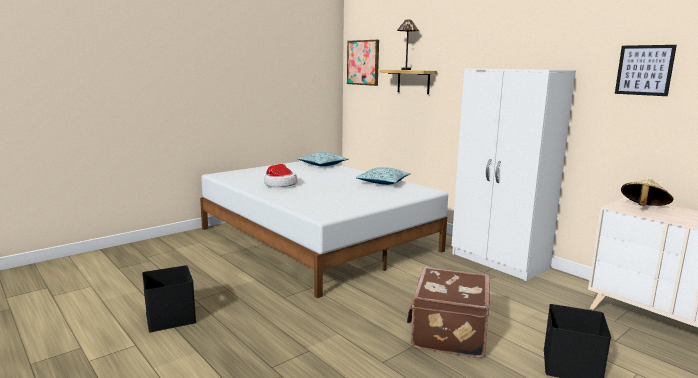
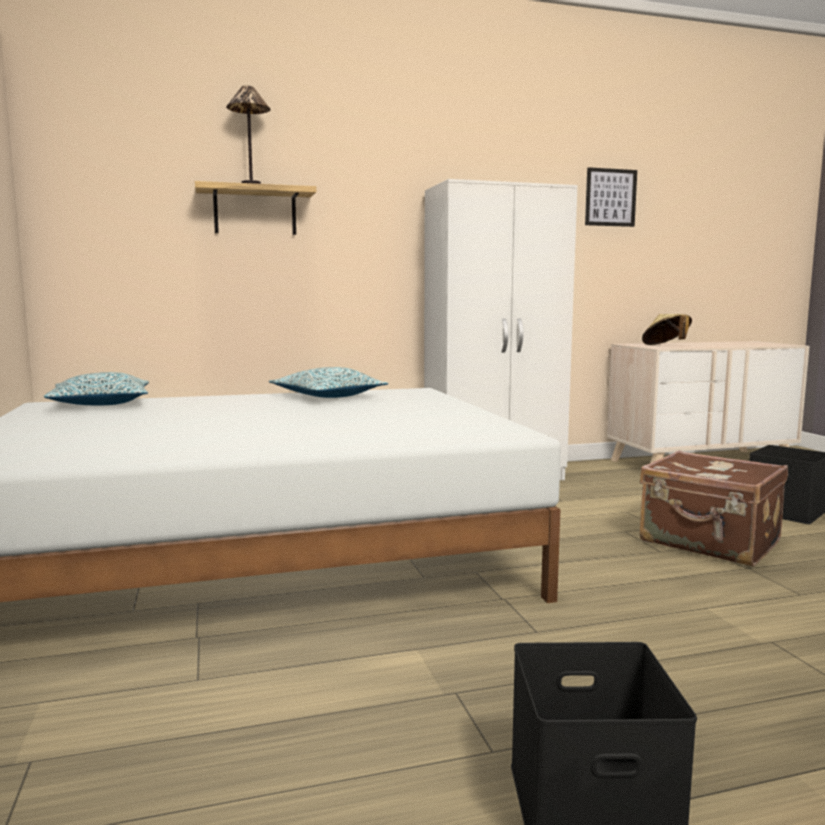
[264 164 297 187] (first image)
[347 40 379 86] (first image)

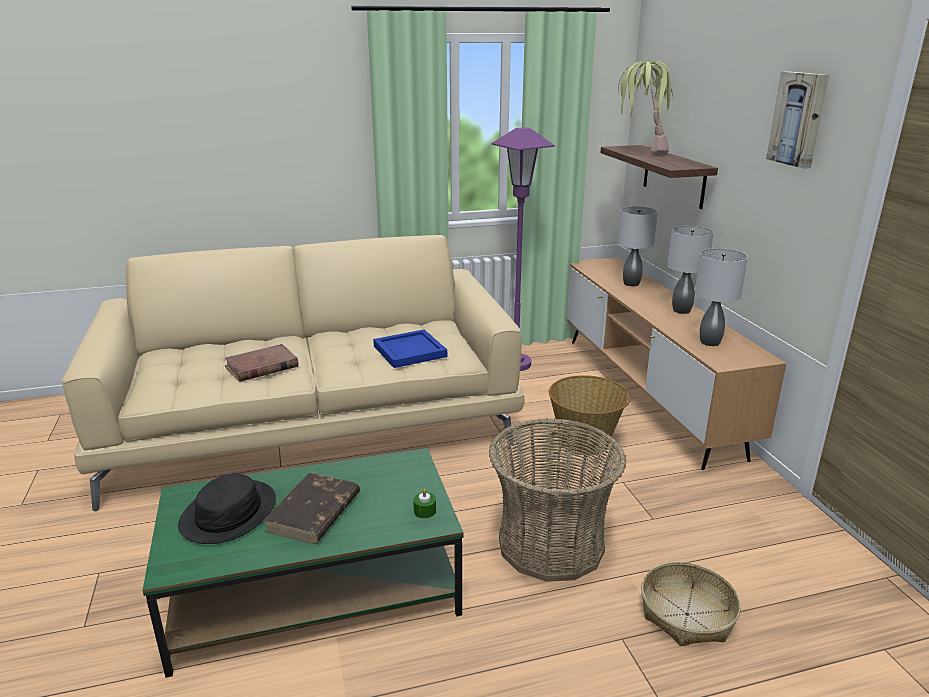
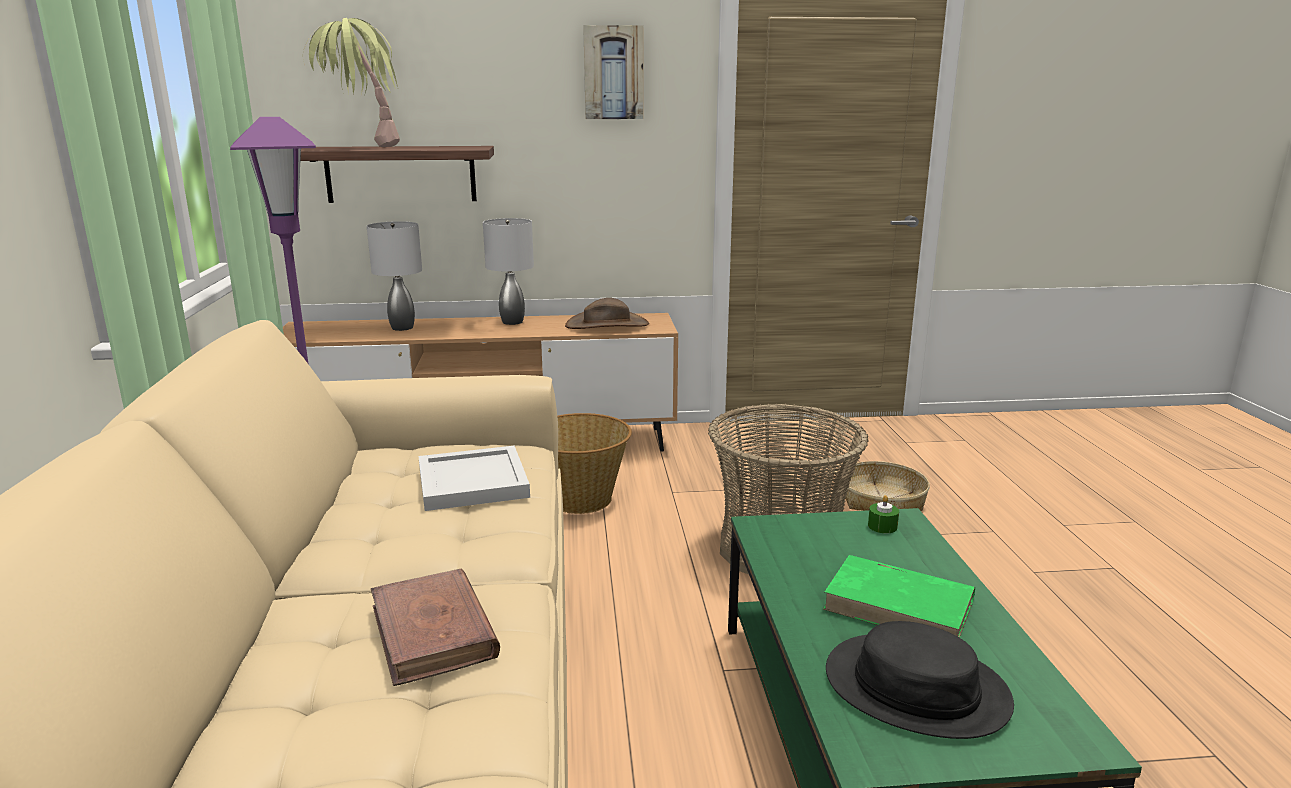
[565 298 649 329]
[823 555 975 638]
[418 446 530 511]

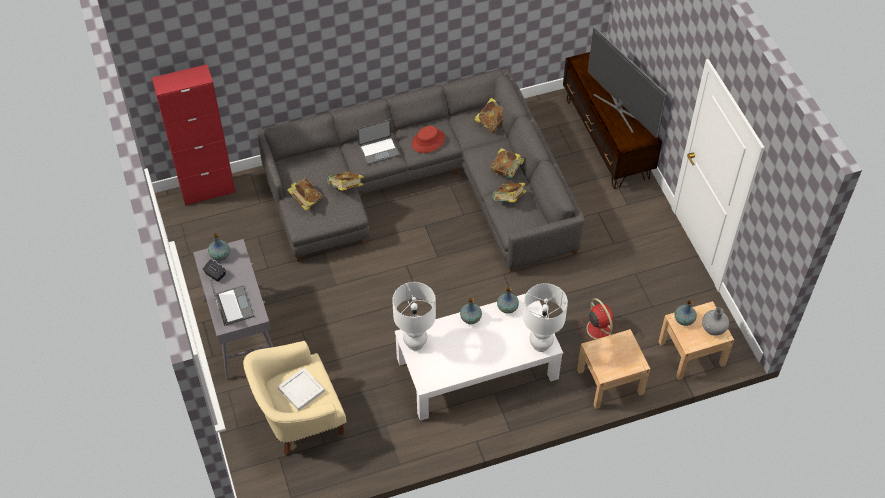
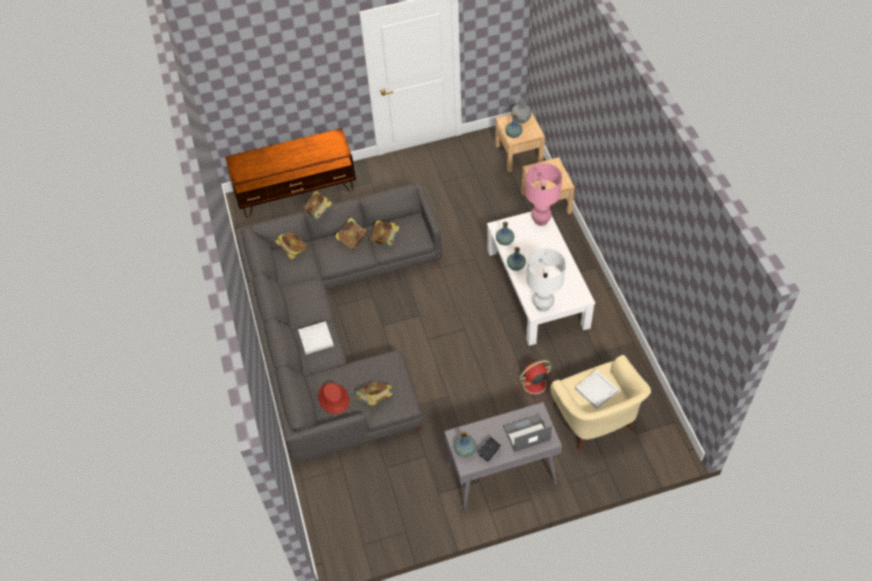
[152 64 236 206] (first image)
[588 27 667 138] (first image)
[303 191 332 219]
[318 383 350 414]
[517 360 553 400]
[298 321 334 355]
[525 163 562 226]

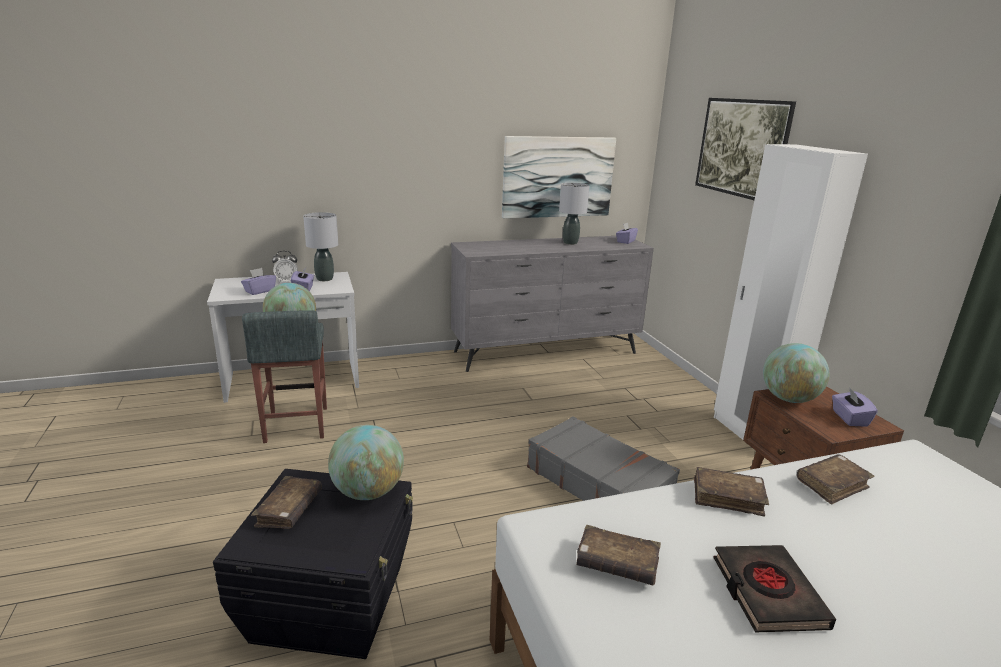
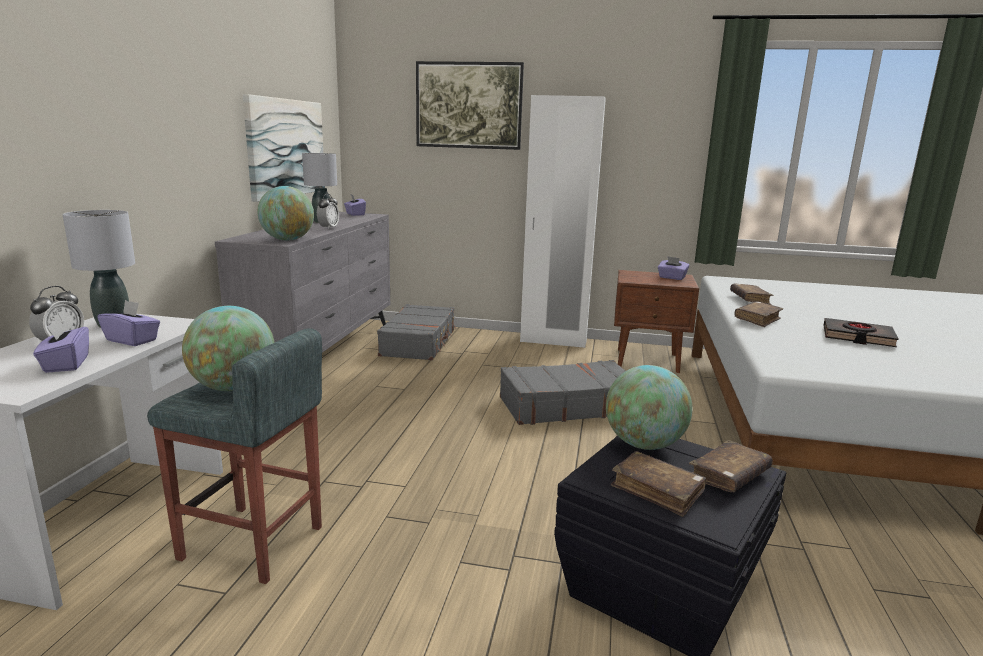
[317 193 339 229]
[377 304 457 360]
[689 440 773 492]
[258 186 314 241]

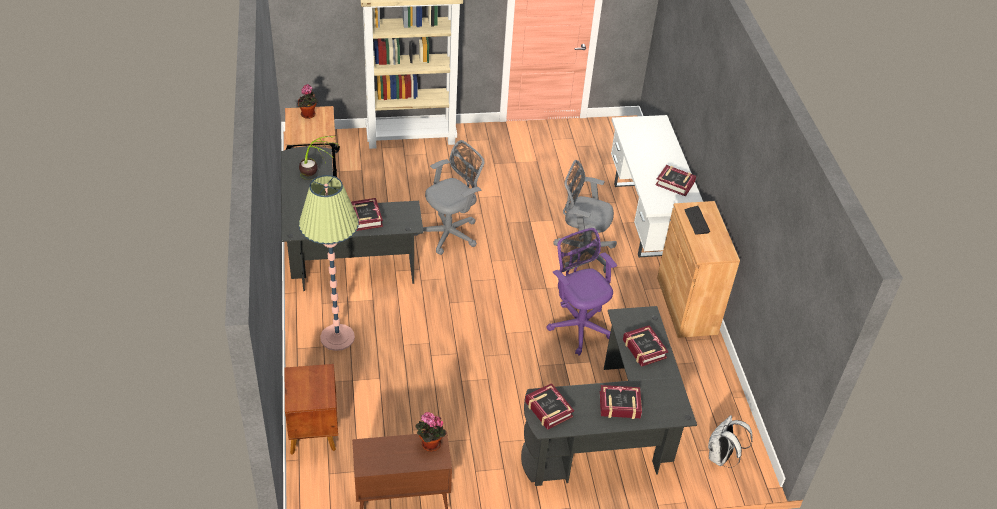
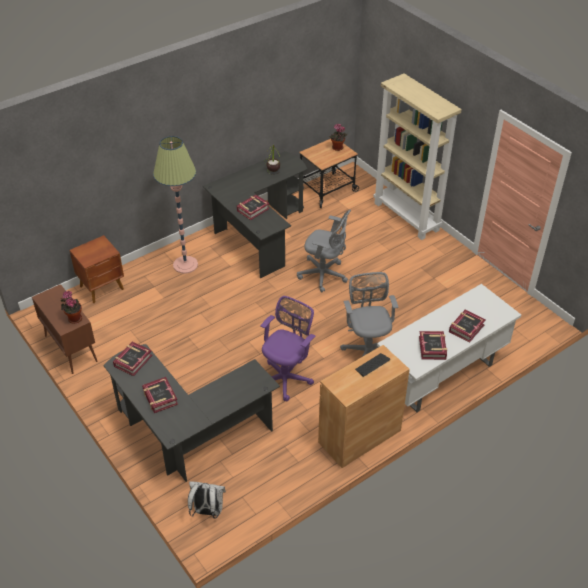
[449 310 485 343]

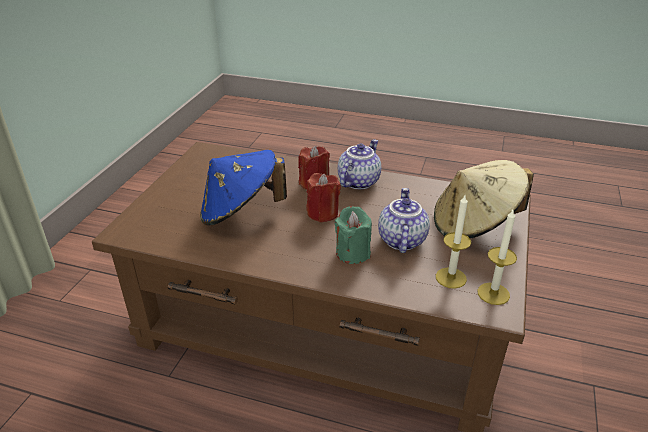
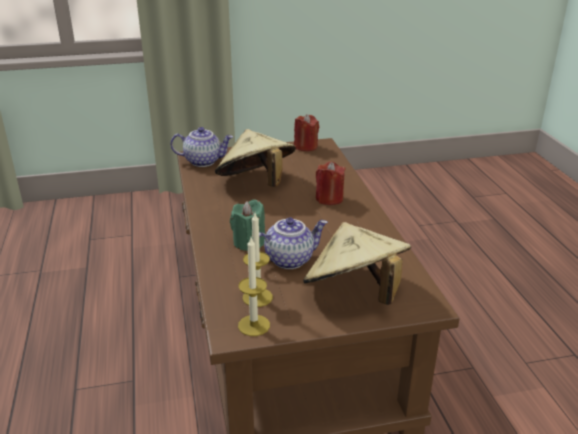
[294 114 319 151]
[170 127 233 167]
[215 129 296 187]

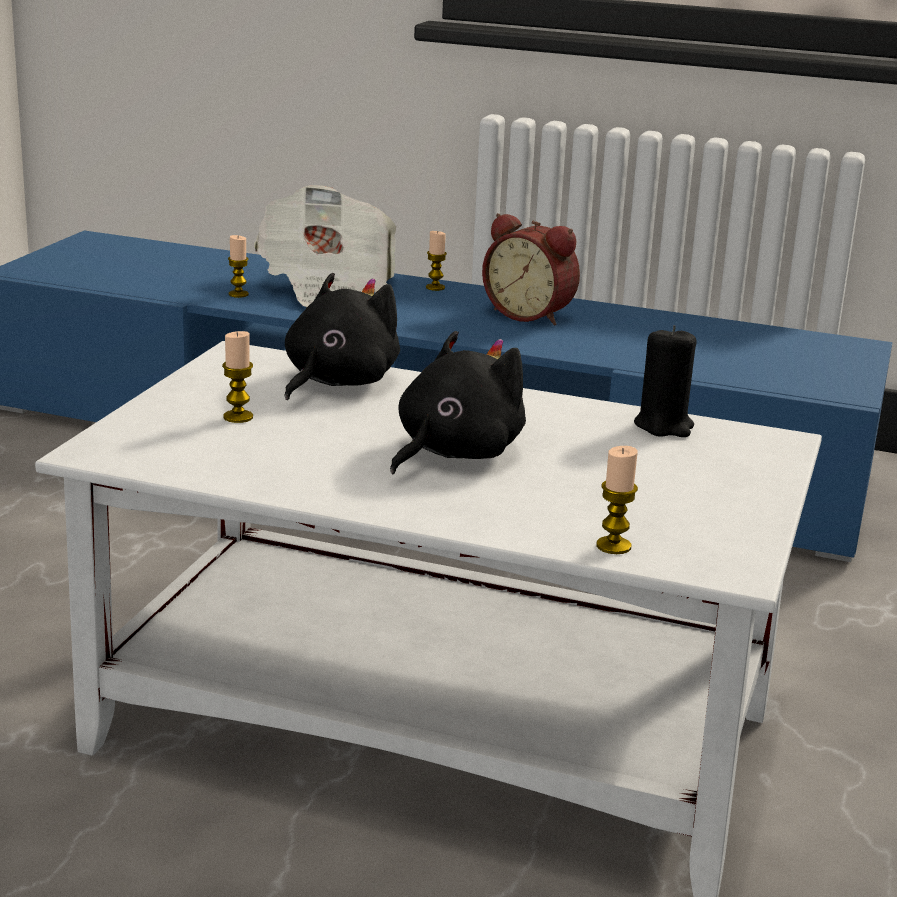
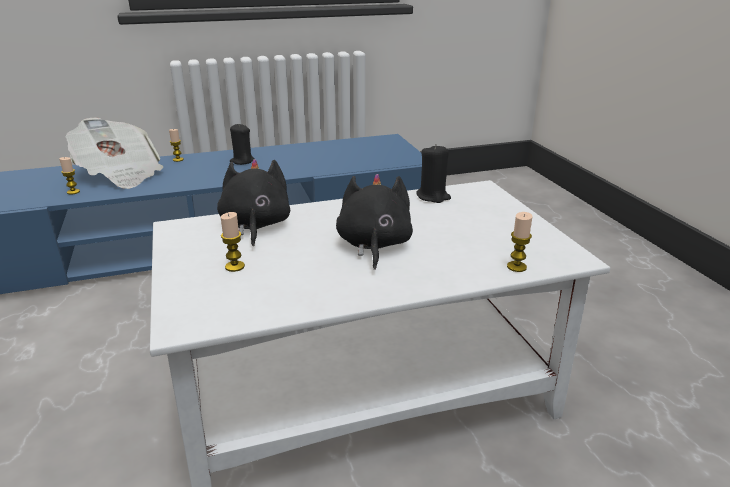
[230 124 255 165]

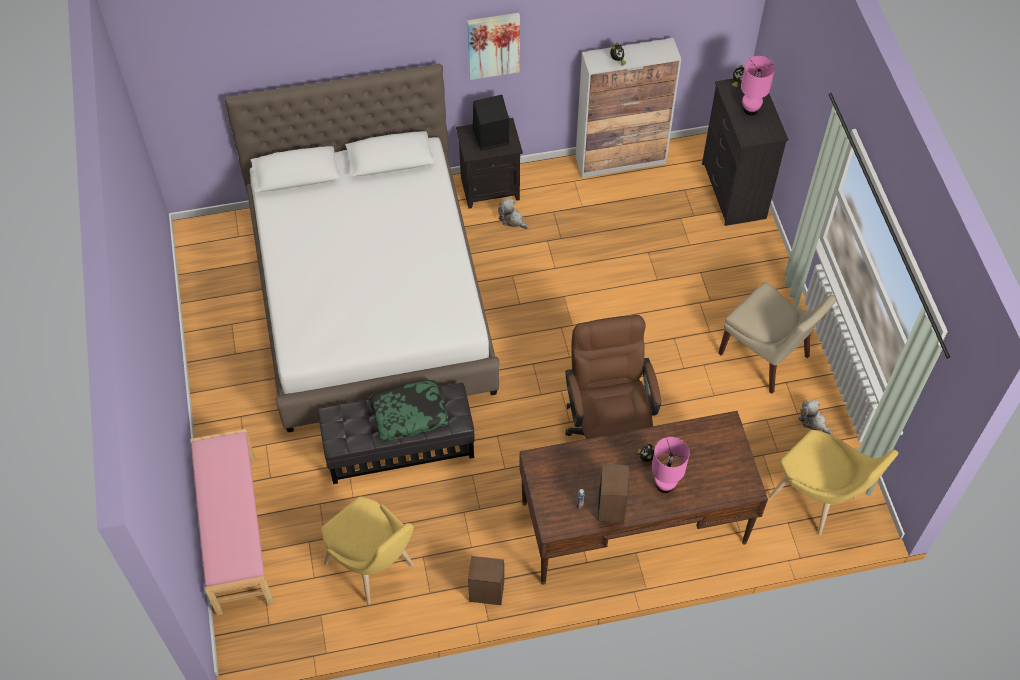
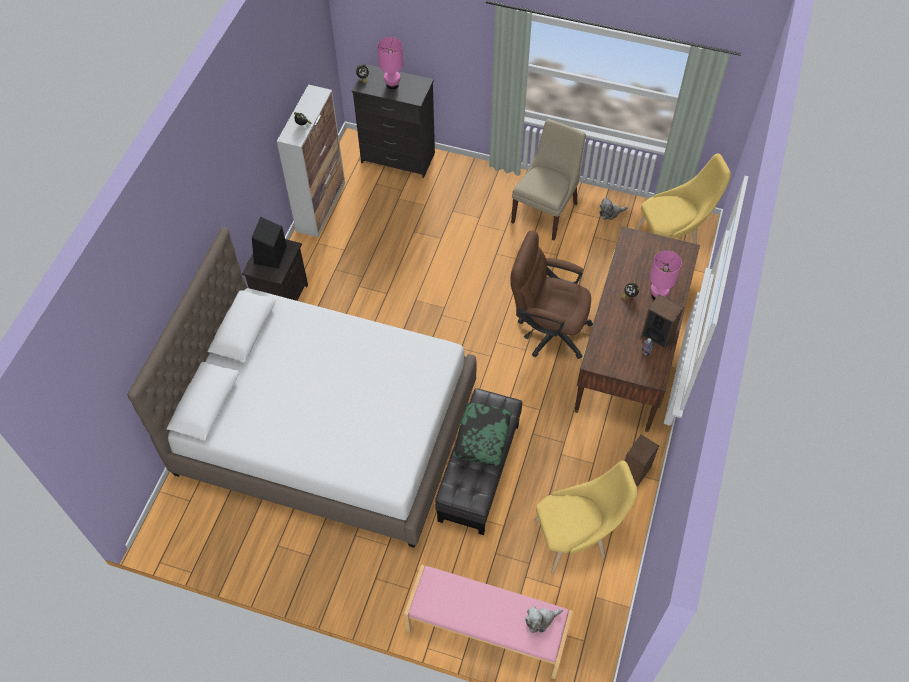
[467 13 520 80] (first image)
[525 606 563 633]
[511 119 586 240]

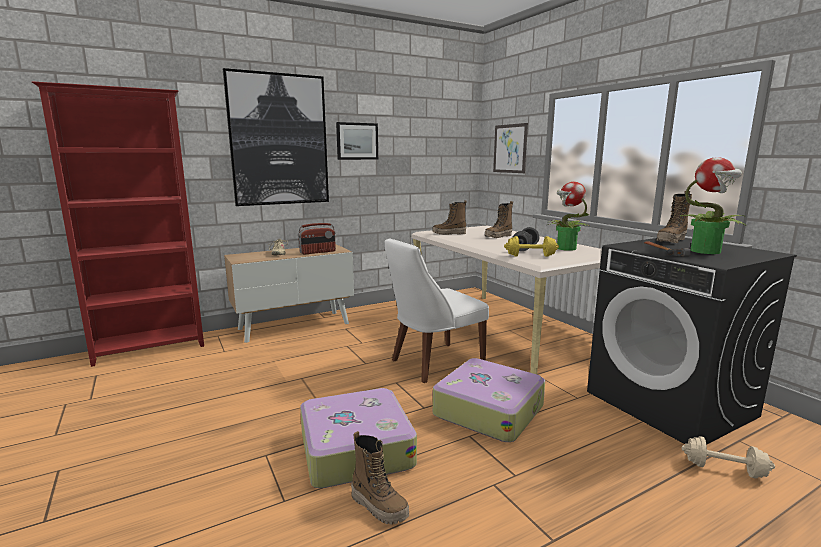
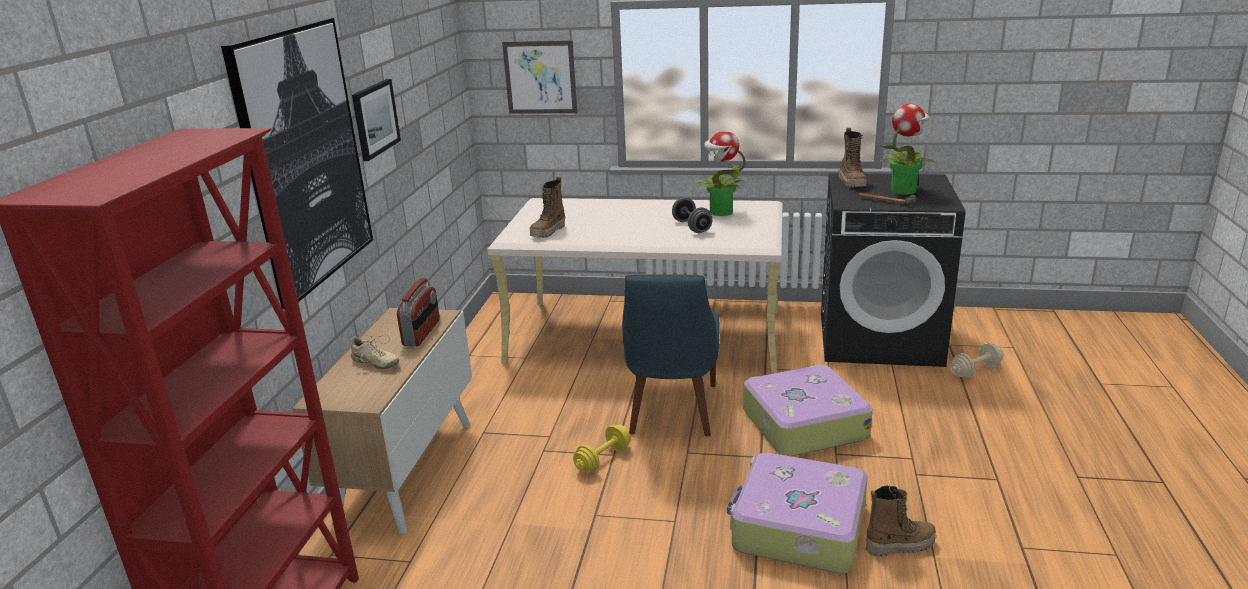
[485 201 513 238] (first image)
[573 425 631 473]
[622 274 720 436]

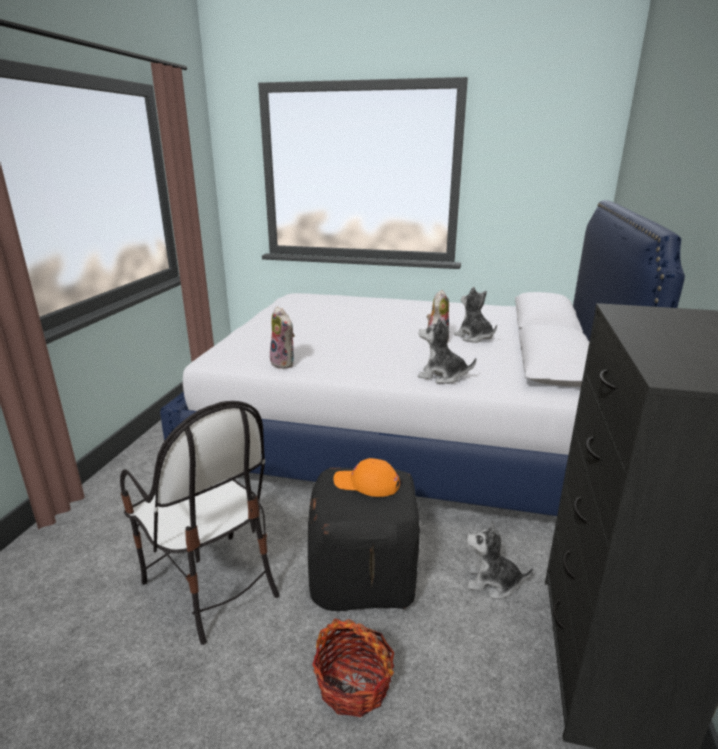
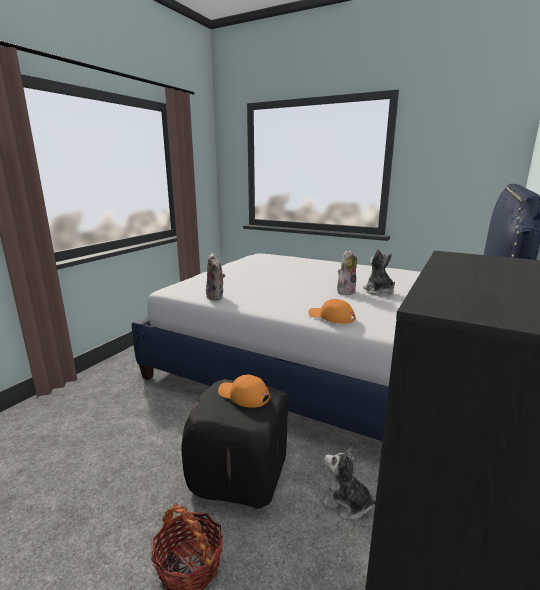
[120 401 280 645] (first image)
[308 299 356 324]

